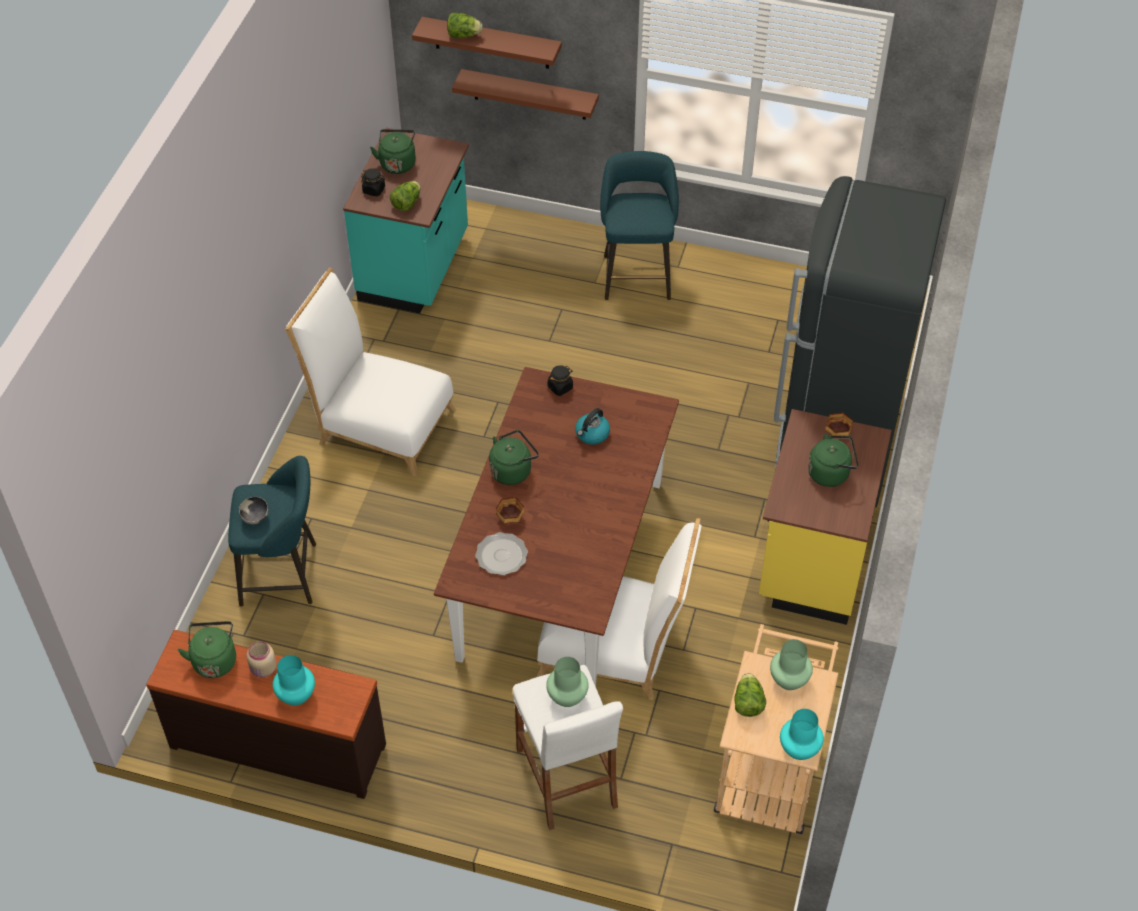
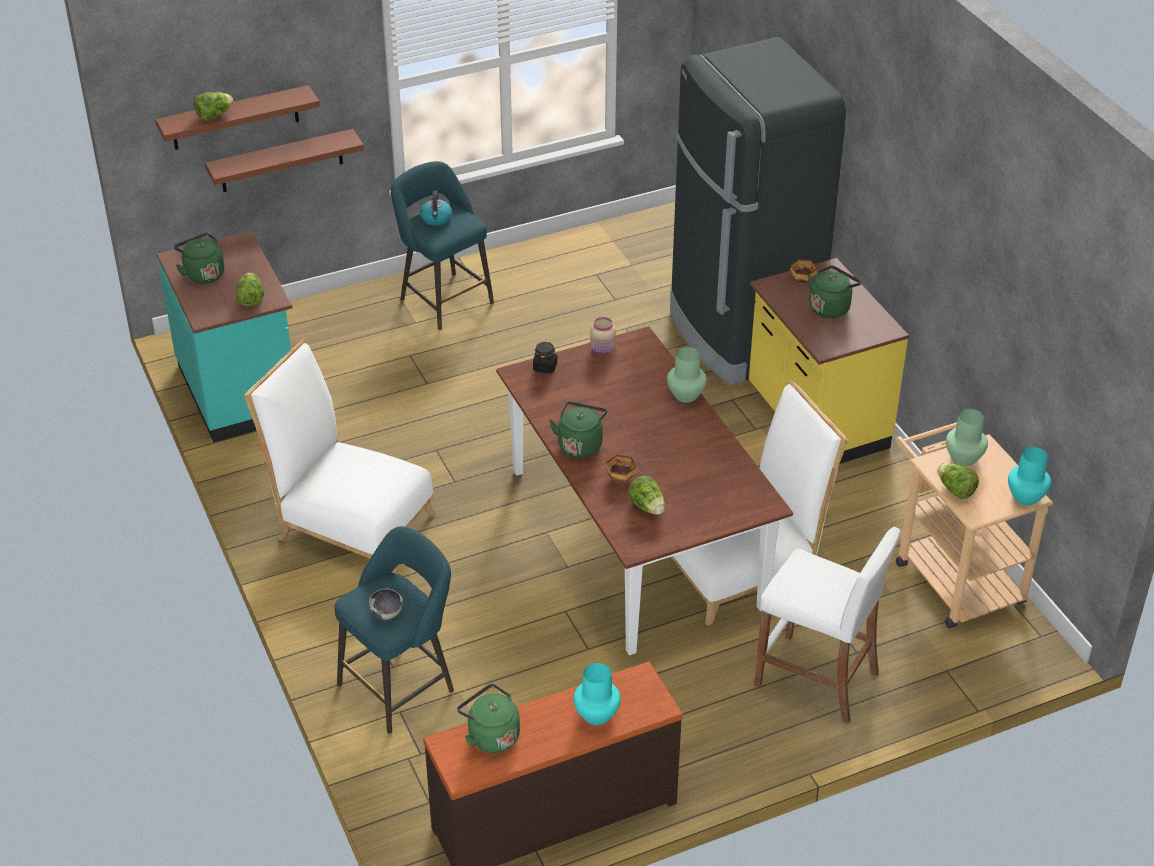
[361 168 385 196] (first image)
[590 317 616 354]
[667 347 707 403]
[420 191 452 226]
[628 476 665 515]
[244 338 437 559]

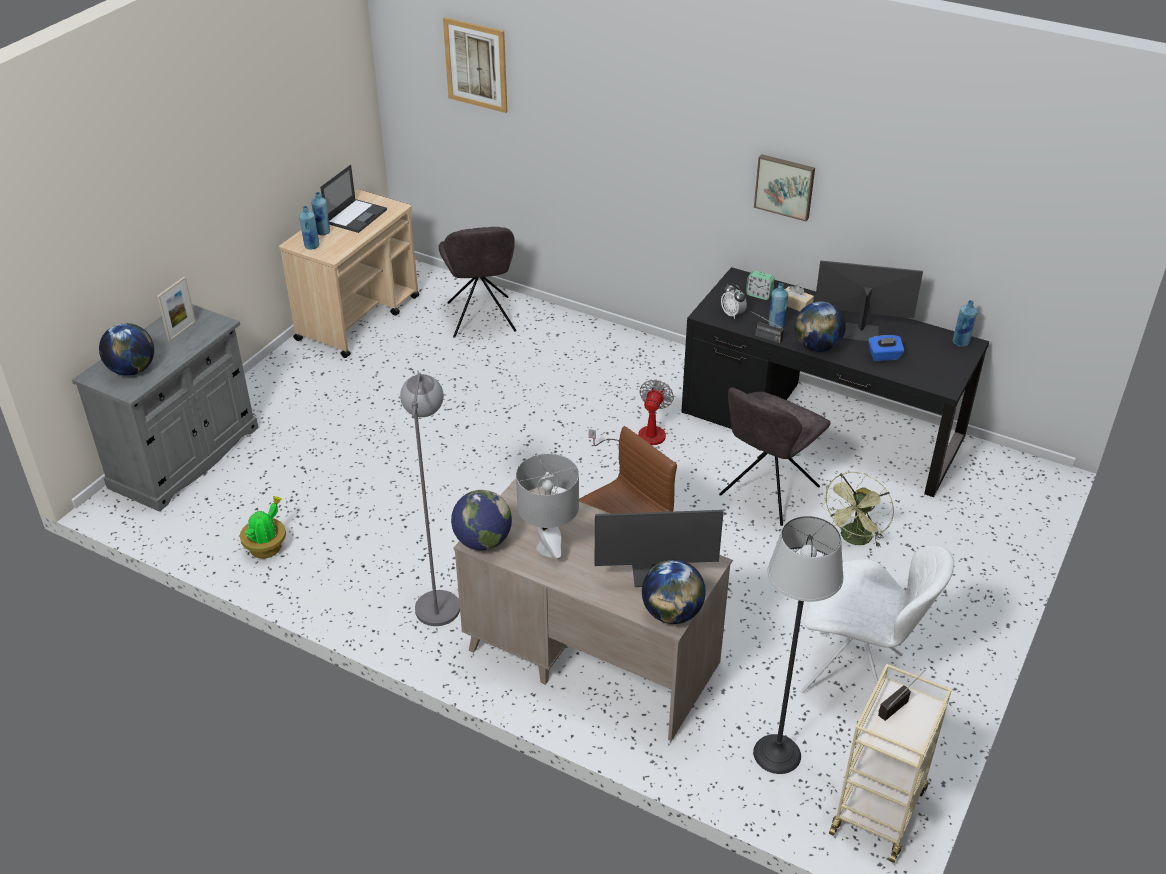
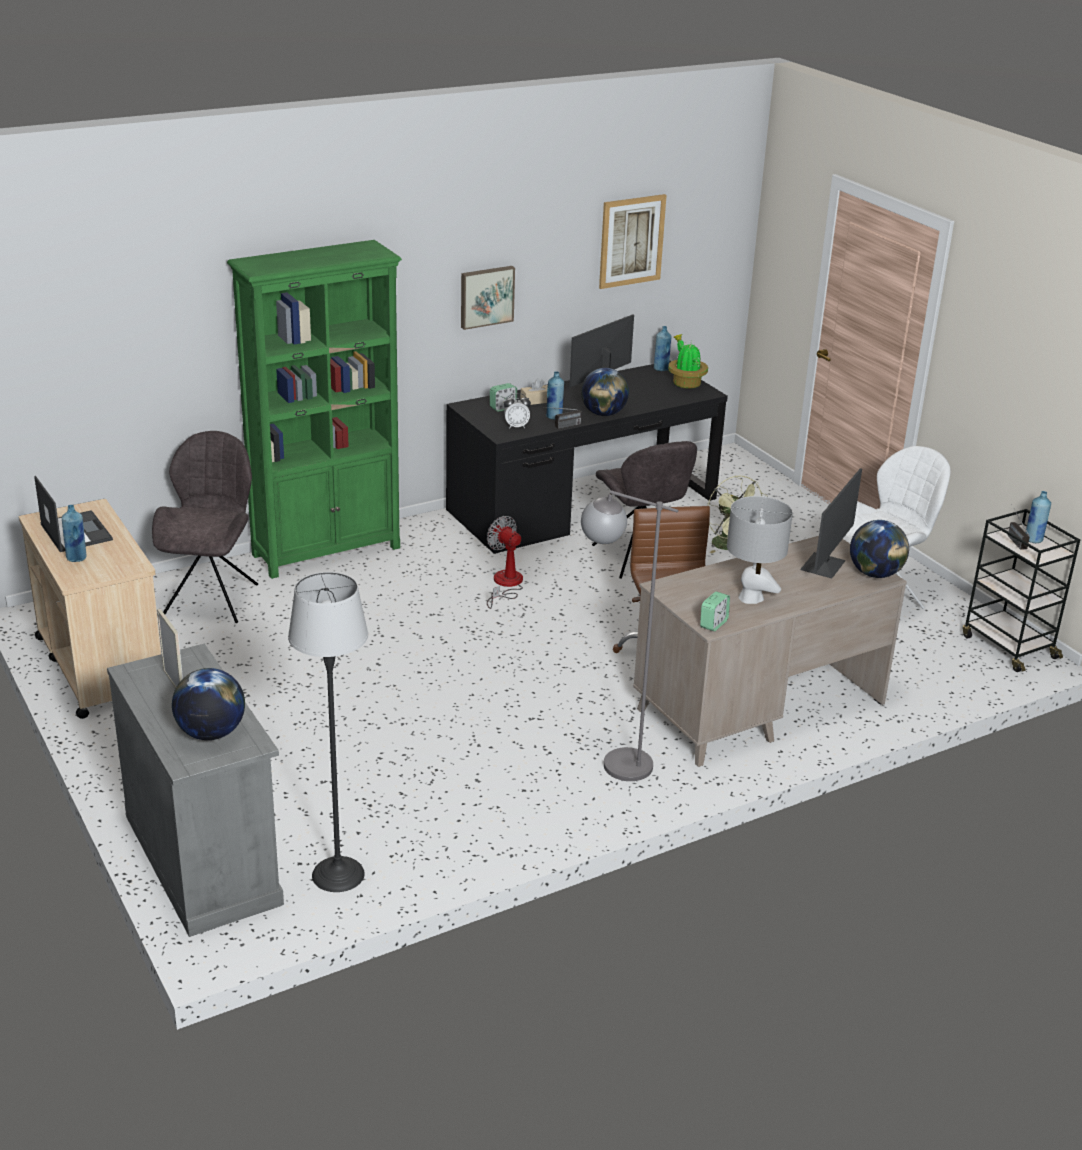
[868 335 904 361] (first image)
[227 240 402 579]
[668 334 708 389]
[1026 491 1051 543]
[599 194 667 289]
[288 572 368 892]
[700 592 730 631]
[962 509 1080 672]
[152 431 258 623]

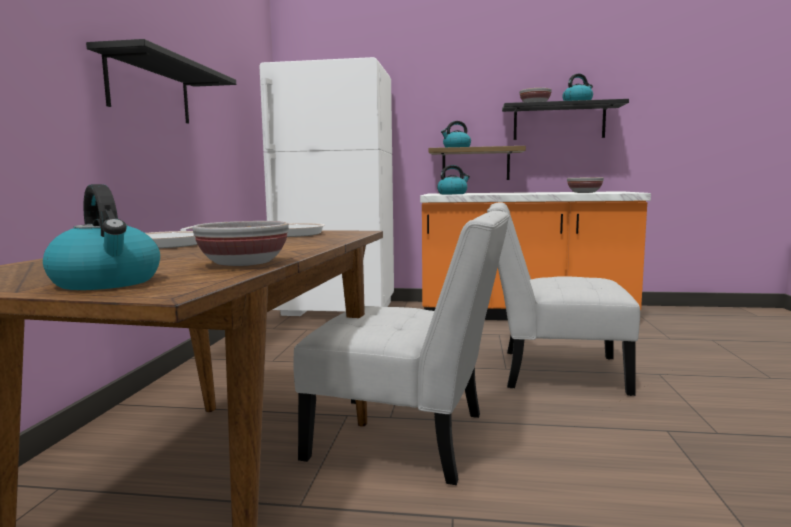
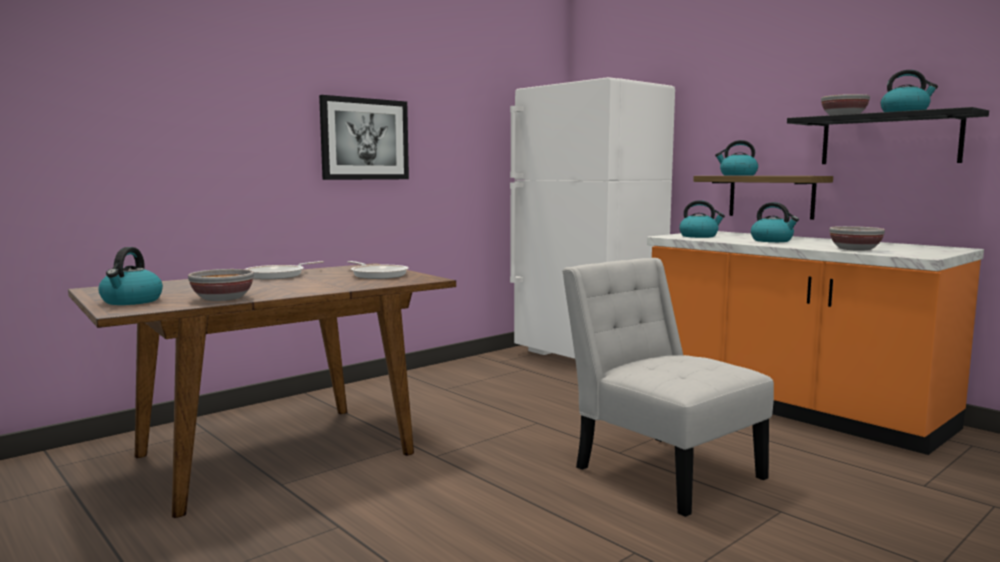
[294 211 509 485] (first image)
[751 202 799 242]
[319 95 409 180]

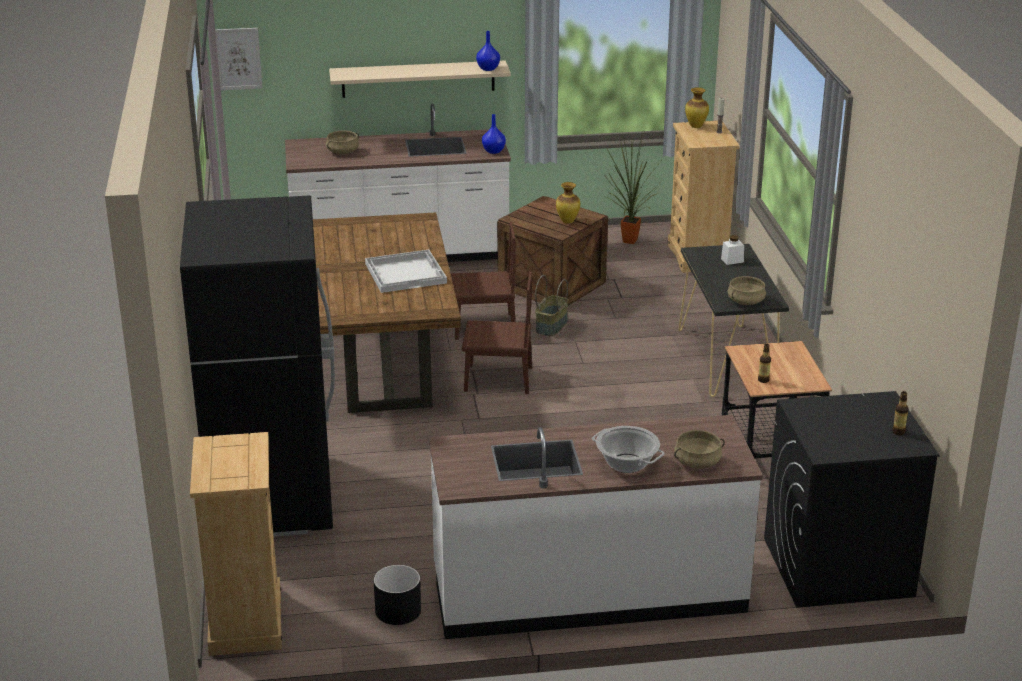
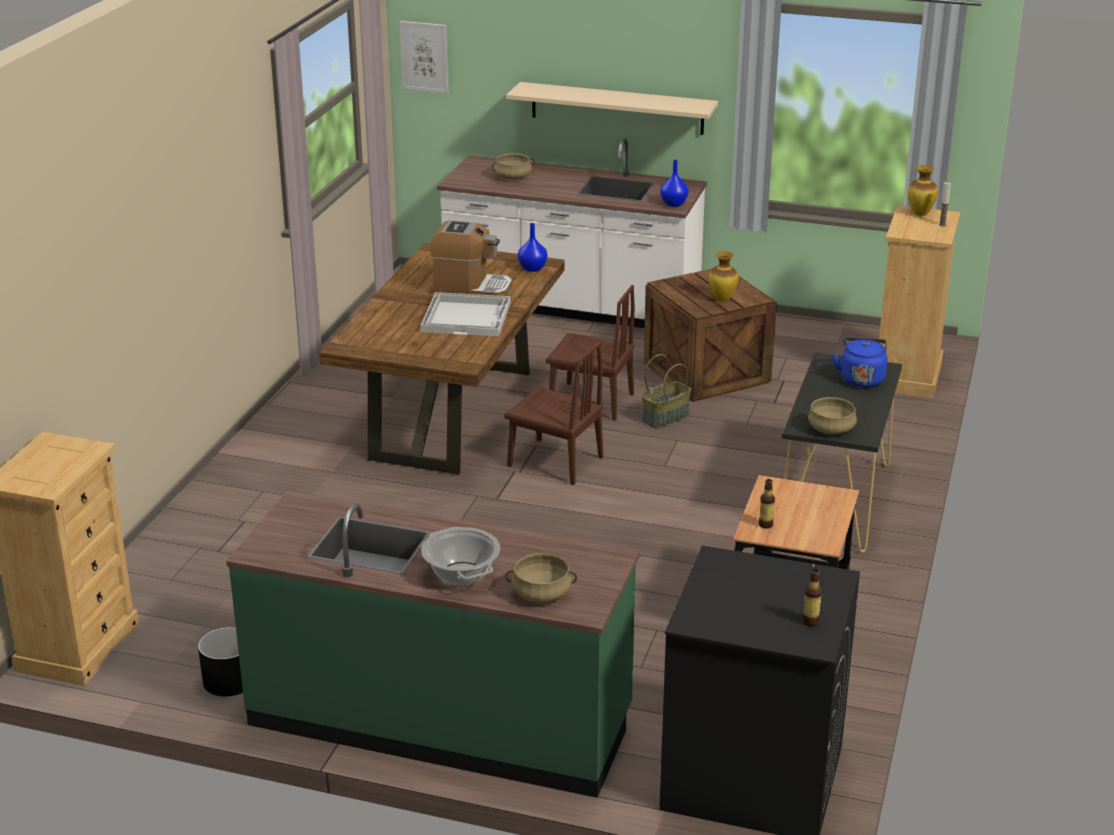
[180 195 335 537] (first image)
[603 127 661 244] (first image)
[430 220 512 296]
[518 223 548 272]
[832 337 887 388]
[226 491 640 798]

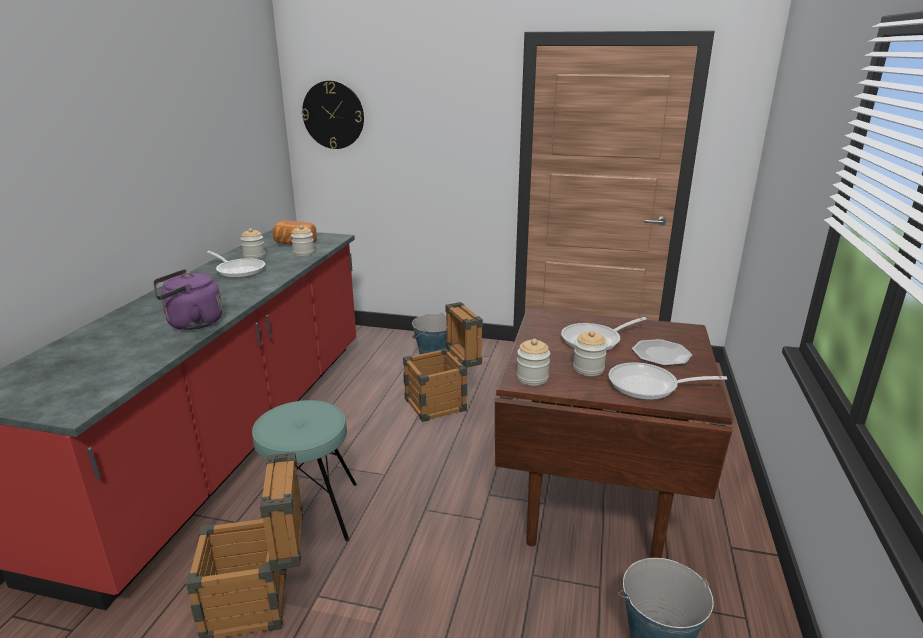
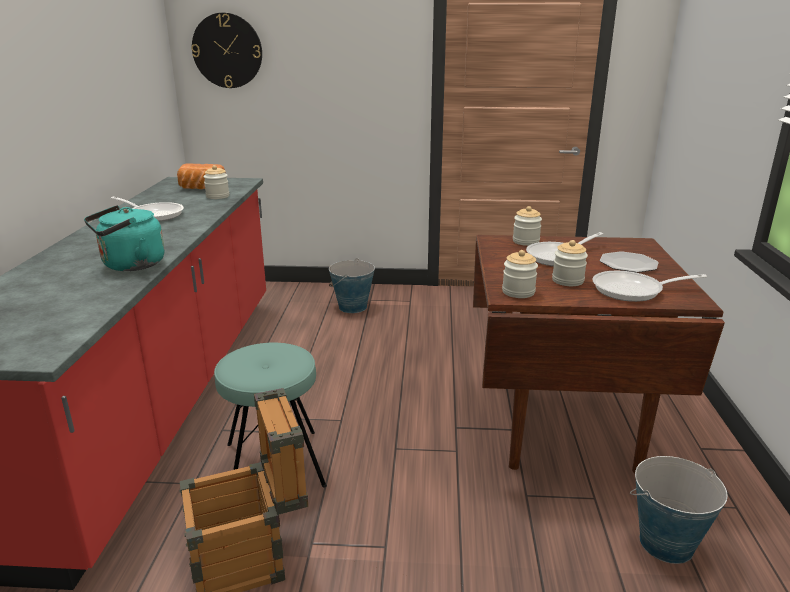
[403 302 483 422] (first image)
[513 206 542 246]
[84 205 165 271]

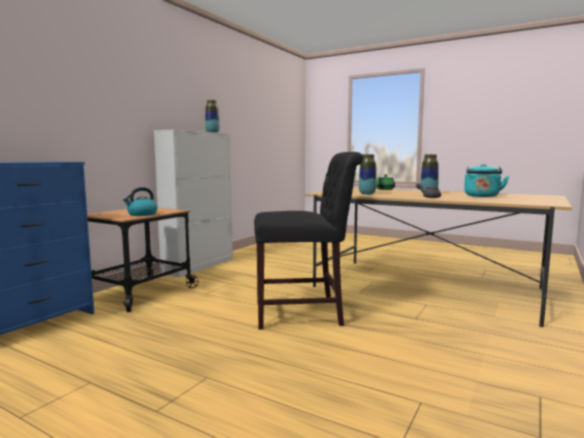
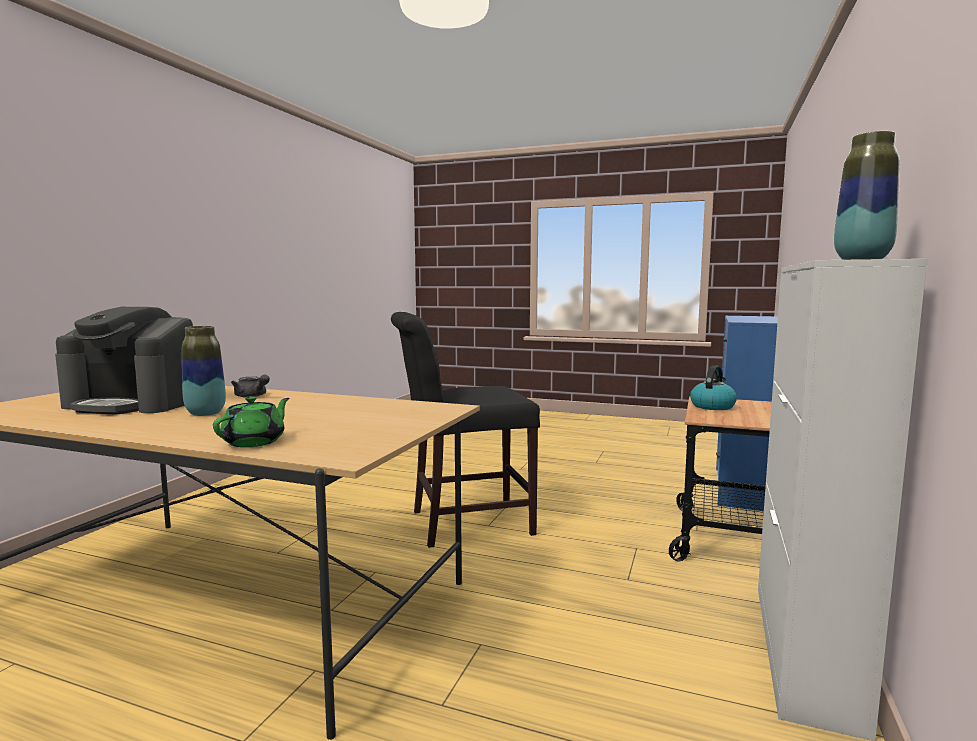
[359 154 376 195] (first image)
[55 307 193 414]

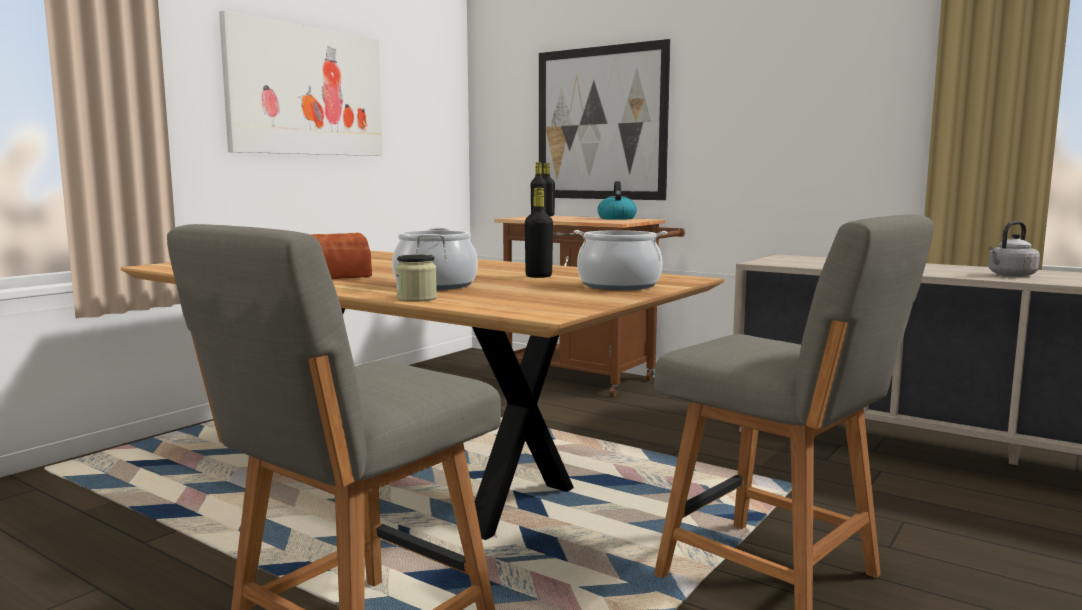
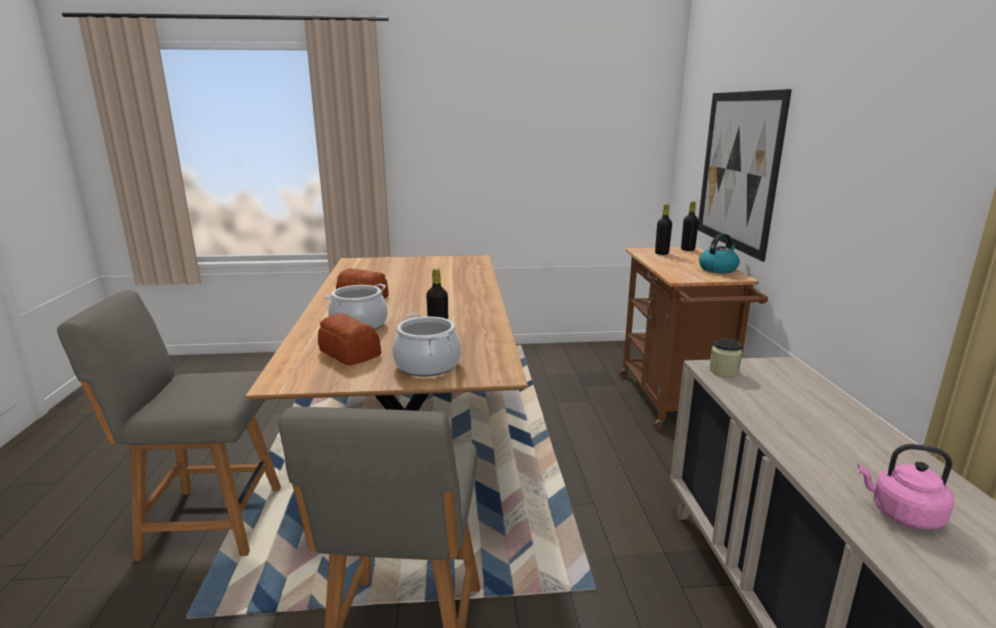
[219 11 383 156] (first image)
[318 314 381 365]
[709 339 742 377]
[857 444 954 530]

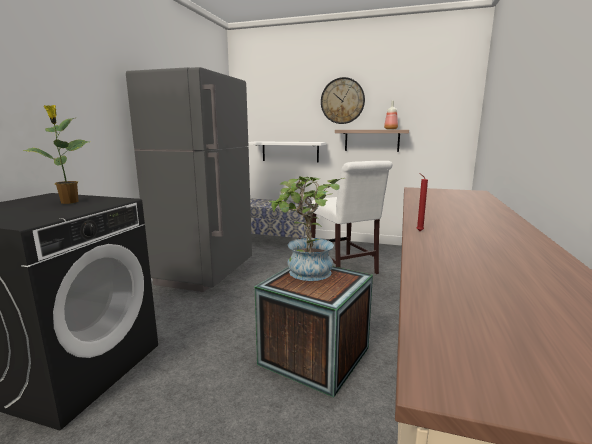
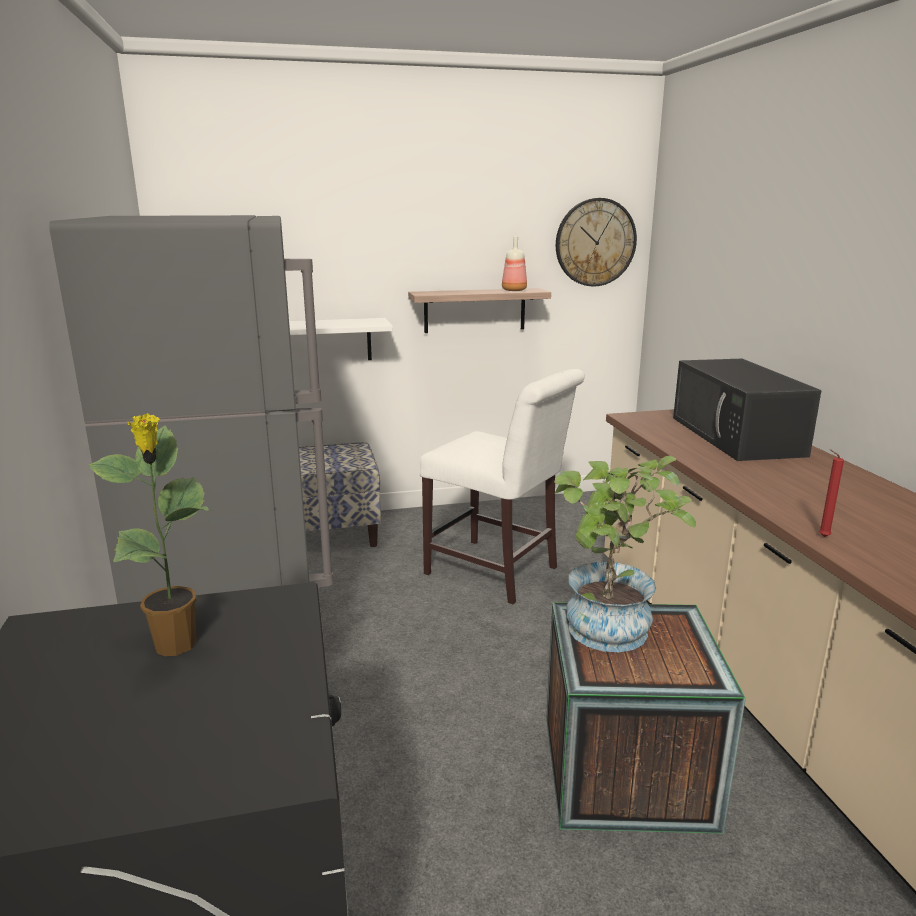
[673 359 821 461]
[556 198 637 287]

